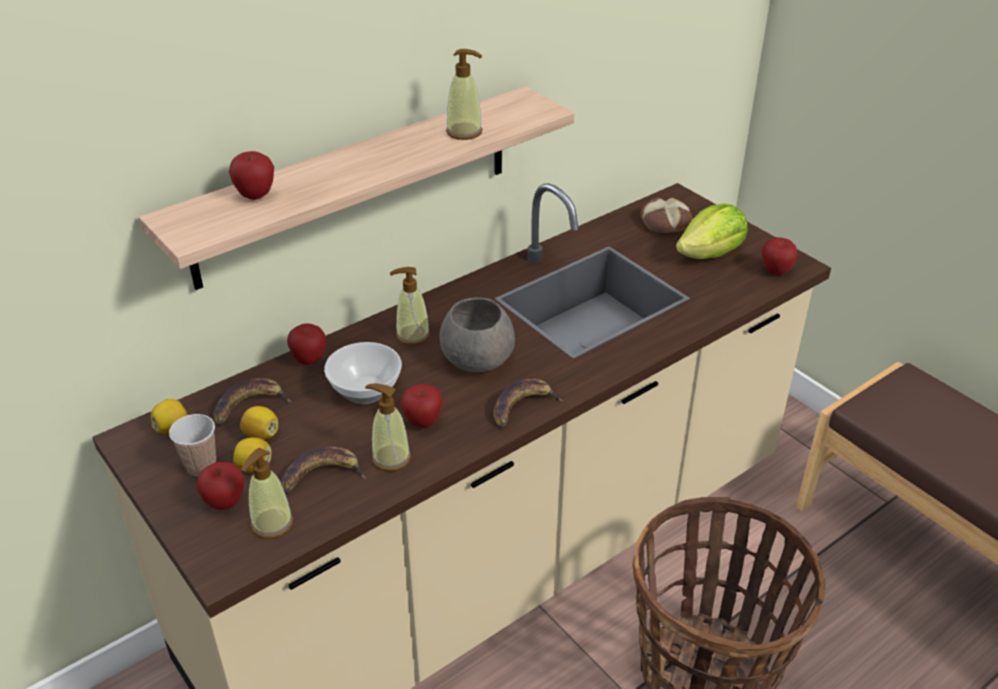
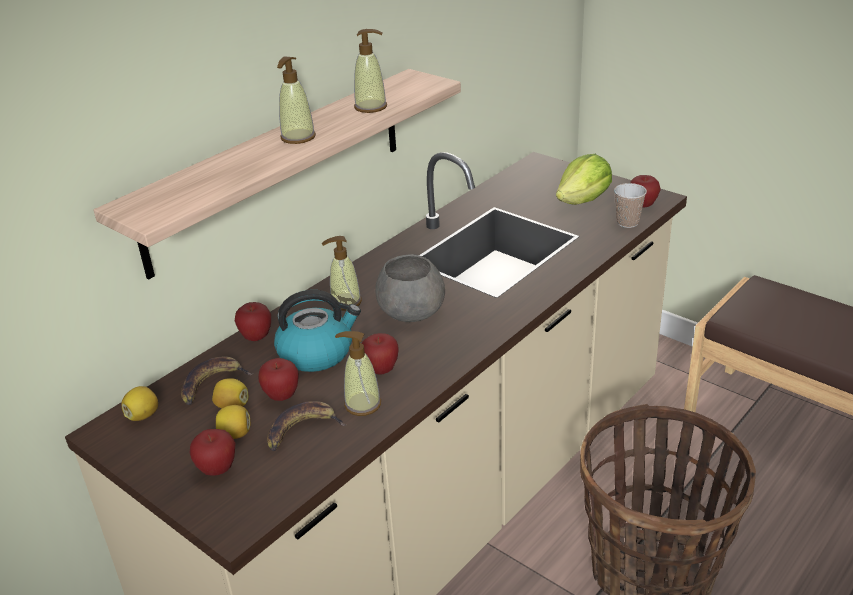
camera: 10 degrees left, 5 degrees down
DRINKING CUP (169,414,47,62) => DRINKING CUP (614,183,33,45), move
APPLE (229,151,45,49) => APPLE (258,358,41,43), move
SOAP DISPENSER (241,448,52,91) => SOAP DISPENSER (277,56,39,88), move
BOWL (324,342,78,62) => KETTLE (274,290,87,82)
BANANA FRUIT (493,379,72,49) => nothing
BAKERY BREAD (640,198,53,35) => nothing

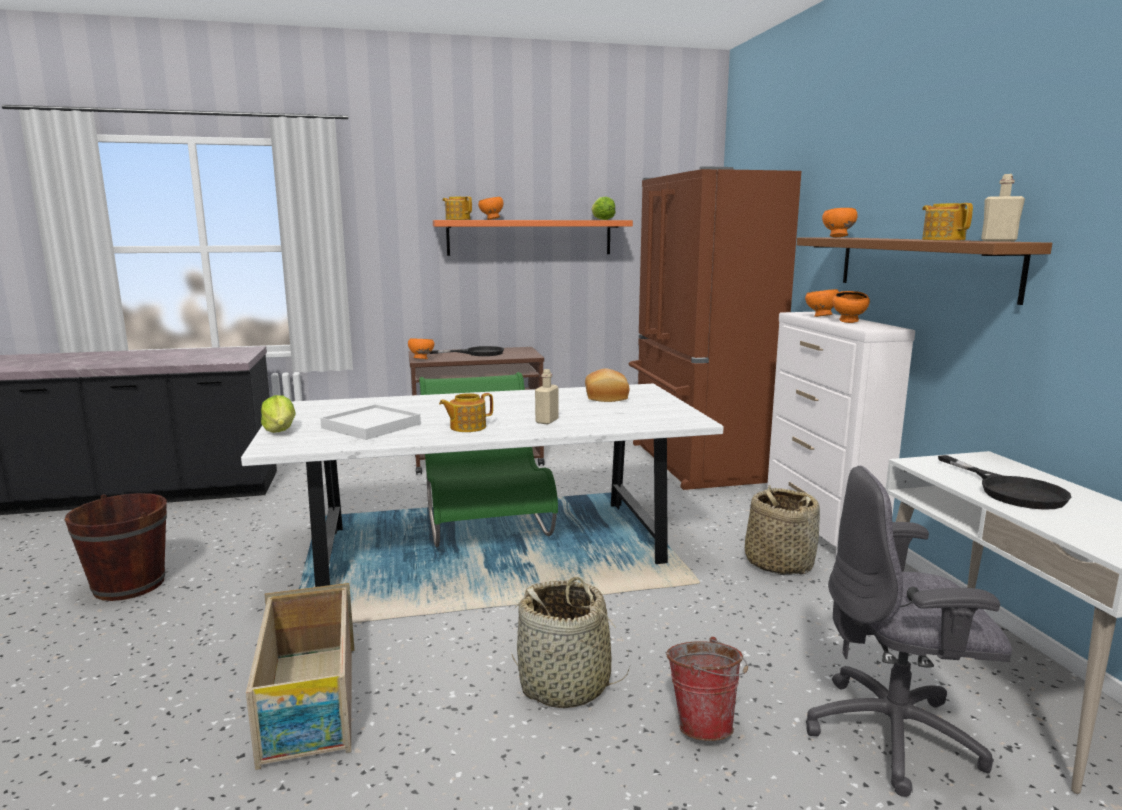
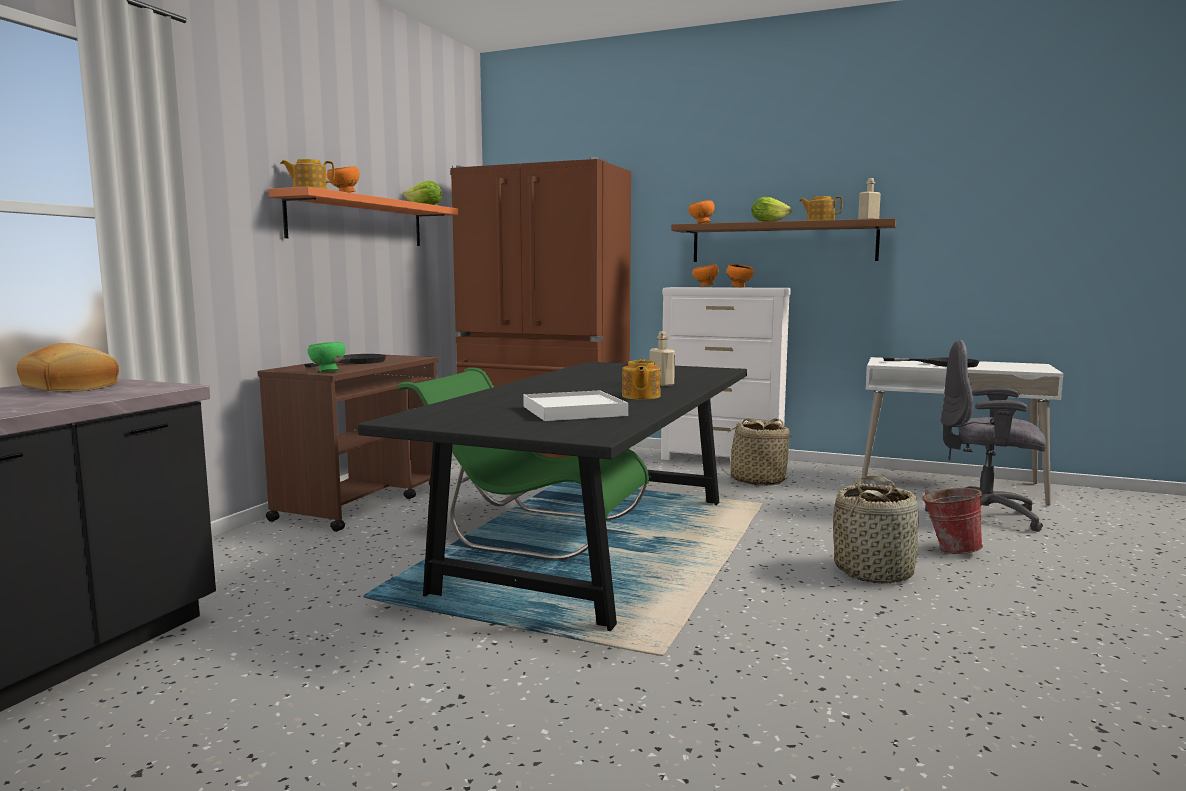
camera: 55 degrees left, 5 degrees down
BROWNISH PAIL (65,493,102,108) => nothing
WHITISH DINNER TABLE (241,384,483,203) => BLACKISH DINNER TABLE (358,362,389,269)
SHIPPING CRATE (246,583,108,187) => nothing
LETTUCE HEAD (261,395,34,38) => LETTUCE HEAD (752,197,40,25), move
ORANGE-COLOURED BOWL (408,338,26,21) => GREENISH BOWL (308,342,38,30)
BAKERY BREAD (585,368,44,34) => BAKERY BREAD (17,343,102,49), move
GRAY DESK CHAIR (806,466,206,331) => GRAY DESK CHAIR (925,340,121,192), 75 degrees clockwise

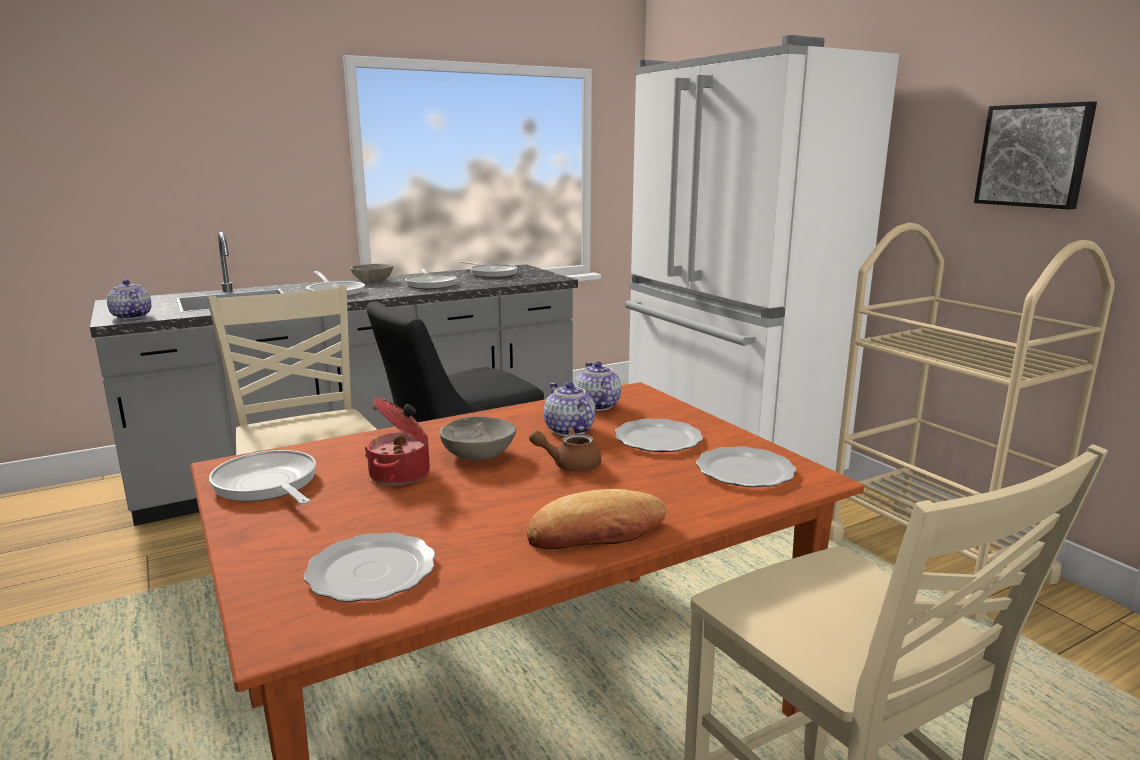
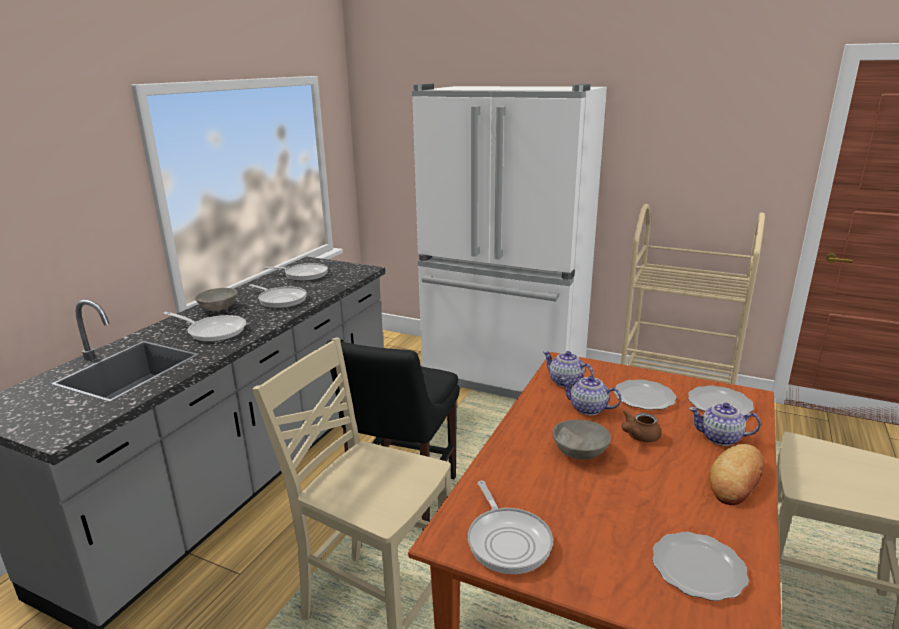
camera: 35 degrees left, 5 degrees up
TEA POT (107,279,44,40) => TEA POT (689,403,72,43), move
PAN (209,450,107,55) => PAN (468,481,85,93), 120 degrees counterclockwise
STOCKPOT (365,398,65,87) => nothing
WALL PICTURE (974,101,123,108) => nothing

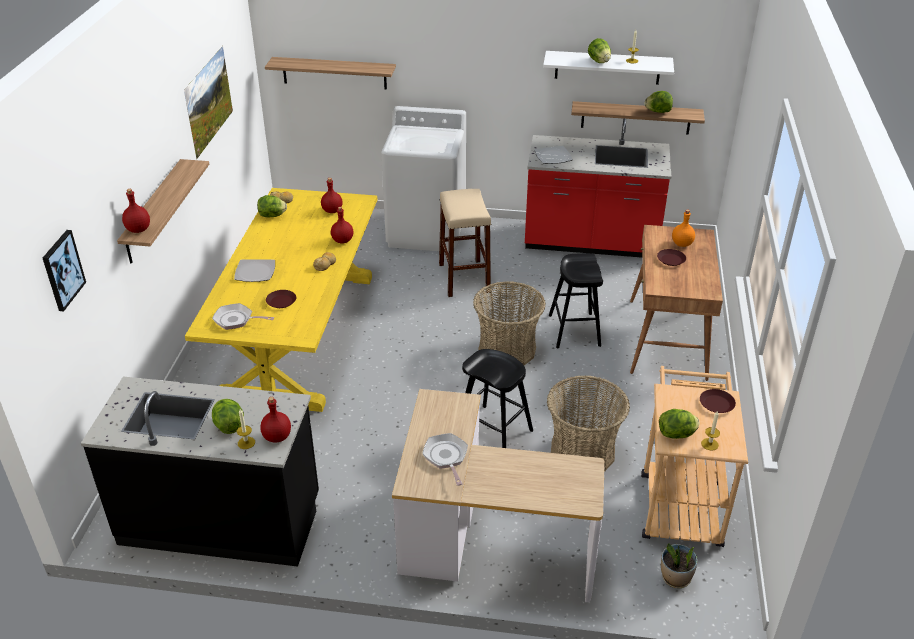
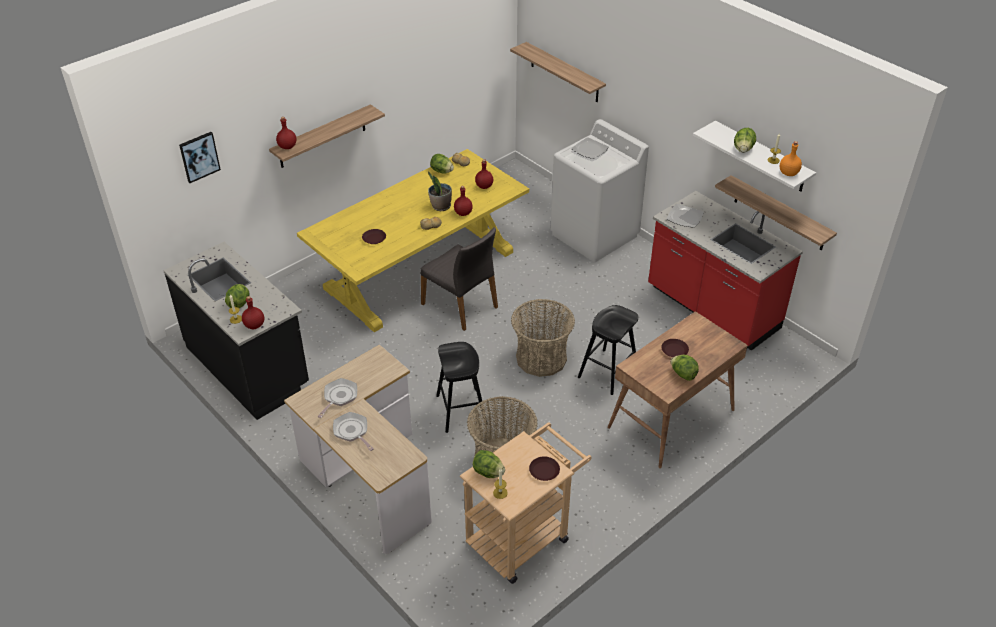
camera: 40 degrees right, 5 degrees up
WALL PICTURE (184,46,49,113) => nothing
PAN (212,303,62,27) => PAN (333,412,41,39), move
PLATE (234,259,41,23) => PLATE (571,137,38,22), move
BEIGE STOOL SEAT (439,189,52,108) => nothing
LETTUCE HEAD (644,91,29,22) => LETTUCE HEAD (670,355,29,26), move
HOUSEPLANT (661,543,37,45) => HOUSEPLANT (428,171,24,40), move
ORANGE-COLOURED BOTTLE (672,209,23,38) => ORANGE-COLOURED BOTTLE (780,141,22,35), move
nothing => GRAY UPRIGHT CHAIR (420,227,78,104)

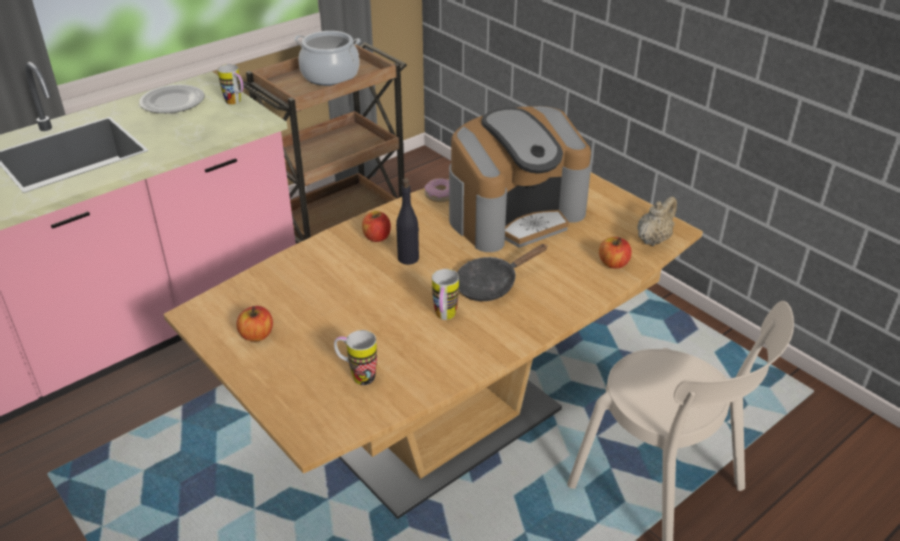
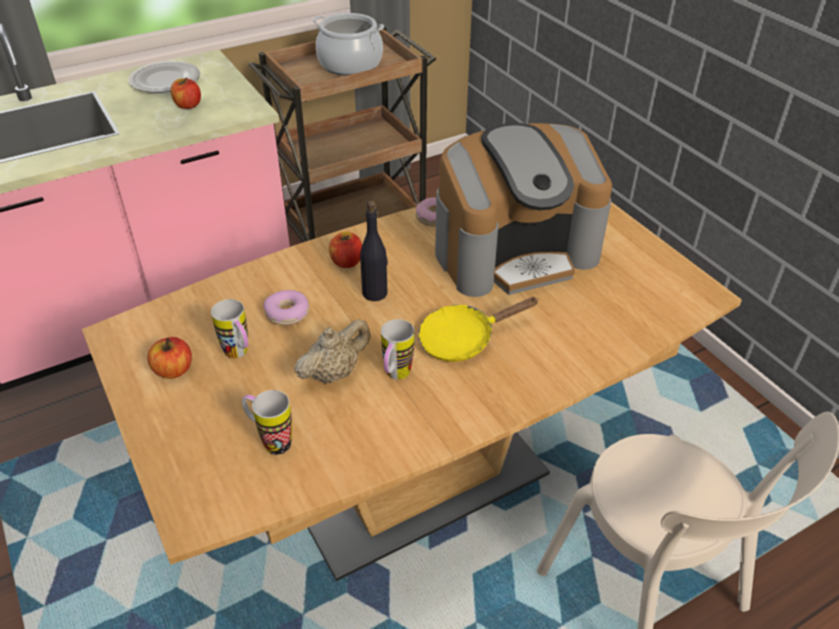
camera: 10 degrees right, 5 degrees up
COFFEE MUG (217,64,26,41) => COFFEE MUG (211,299,37,60), move
BLACKISH PAN (457,244,91,57) => YELLOW PAN (418,297,121,65)
APPLE (599,237,33,31) => APPLE (171,78,30,31), move
BEIGE TEA POT (637,196,40,50) => BEIGE TEA POT (295,319,76,65), move
nothing => RING DOUGHNUT (263,290,46,35)

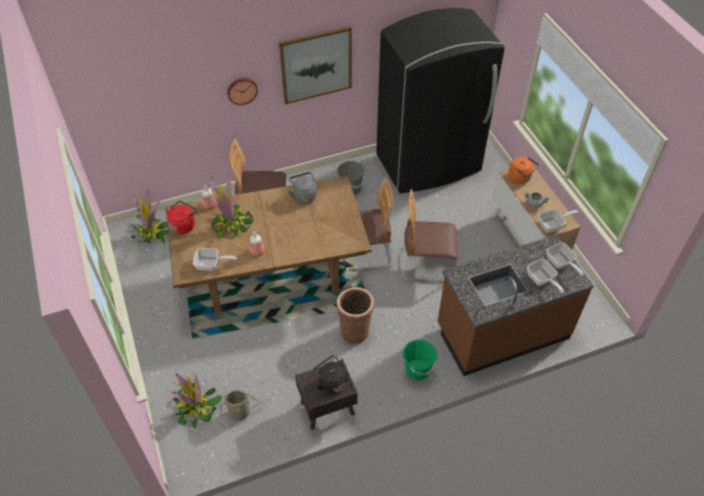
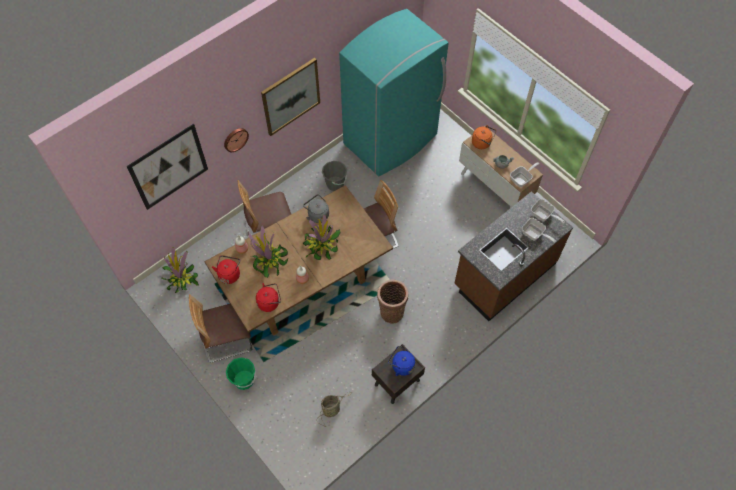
camera: 20 degrees left, 10 degrees up
HOUSEPLANT (167,373,55,56) => HOUSEPLANT (303,214,38,46), move
PAN (193,248,44,23) => REDDISH KETTLE (256,283,25,29)
BLACKISH KETTLE (313,355,34,39) => BLUE KETTLE (388,346,27,30)
BLACKISH REFRIGERATOR (376,8,129,186) => BLUE-GREEN REFRIGERATOR (339,9,110,167)
UPRIGHT CHAIR (400,189,58,93) => UPRIGHT CHAIR (189,294,63,69), move
GREENISH PAIL (403,340,34,41) => GREENISH PAIL (226,357,30,33), move
nothing => WALL PICTURE (126,124,82,86)

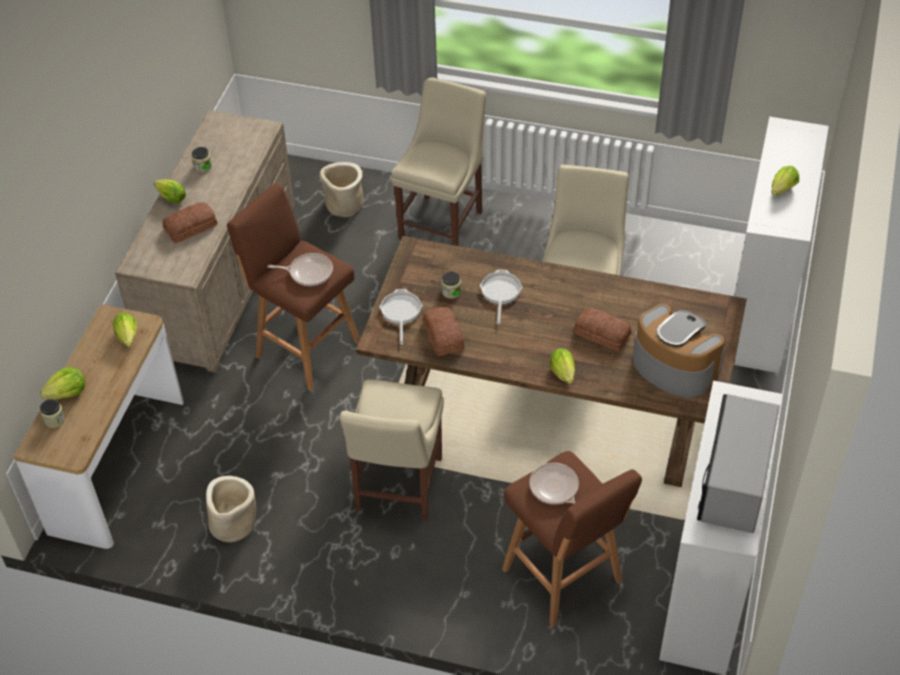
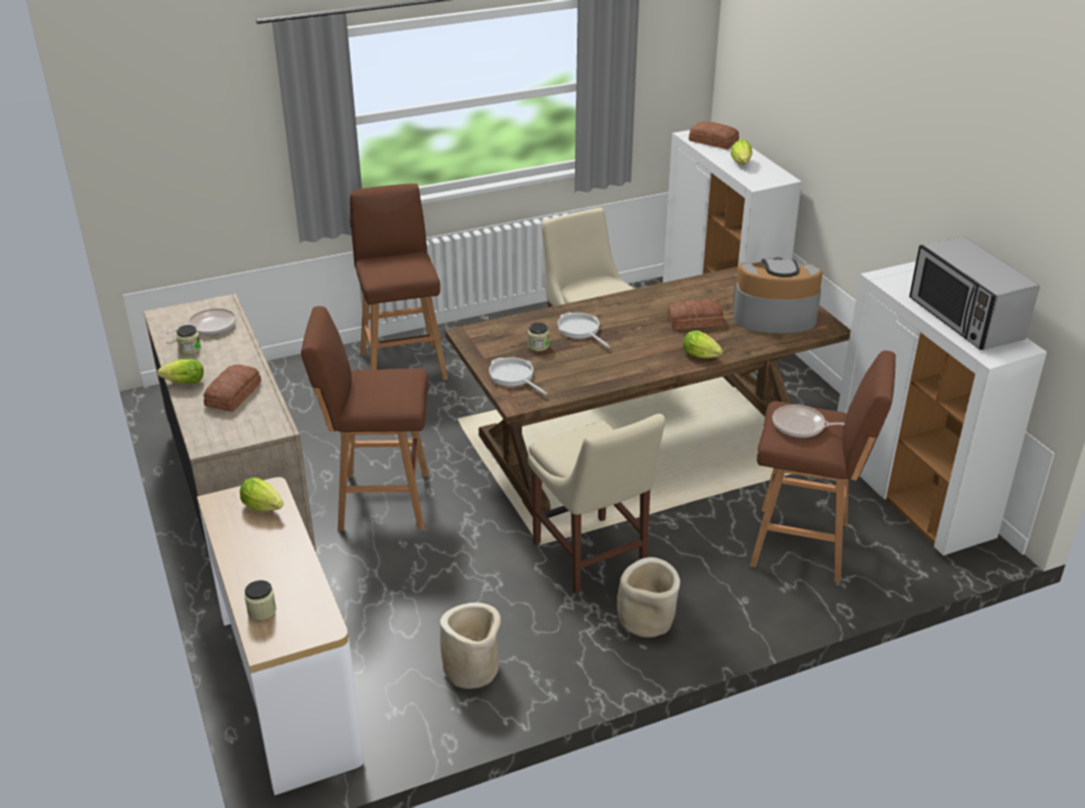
camera: 40 degrees left, 15 degrees down
LETTUCE HEAD (40,367,45,32) => nothing
PAN (267,253,66,33) => PAN (166,308,70,28), move
BEIGE FLOWER POT (320,162,44,55) => BEIGE FLOWER POT (617,557,63,81), move
BEIGE UPRIGHT CHAIR (391,77,95,169) => BROWNISH STOOL SEAT (350,184,98,196)
BAKERY BREAD (423,307,42,49) => BAKERY BREAD (689,122,50,28), move

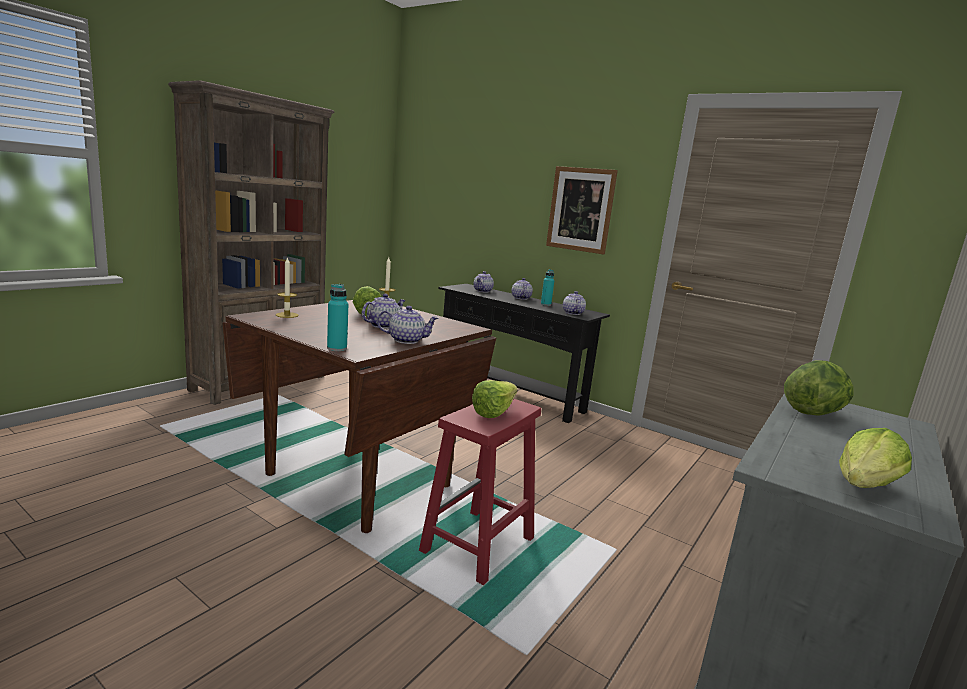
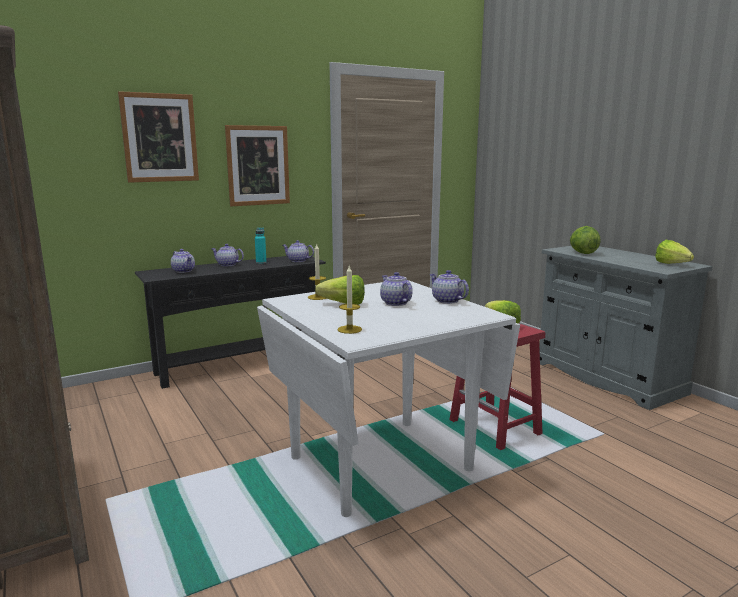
camera: 65 degrees left, 0 degrees up
BROWNISH DINNER TABLE (222,300,274,233) => WHITISH DINNER TABLE (257,280,263,237)
BLUE-GREEN BOTTLE (327,284,21,67) => nothing
TEA POT (377,306,62,38) => TEA POT (430,270,39,34), 60 degrees counterclockwise
nothing => WALL PICTURE (118,91,81,92)

